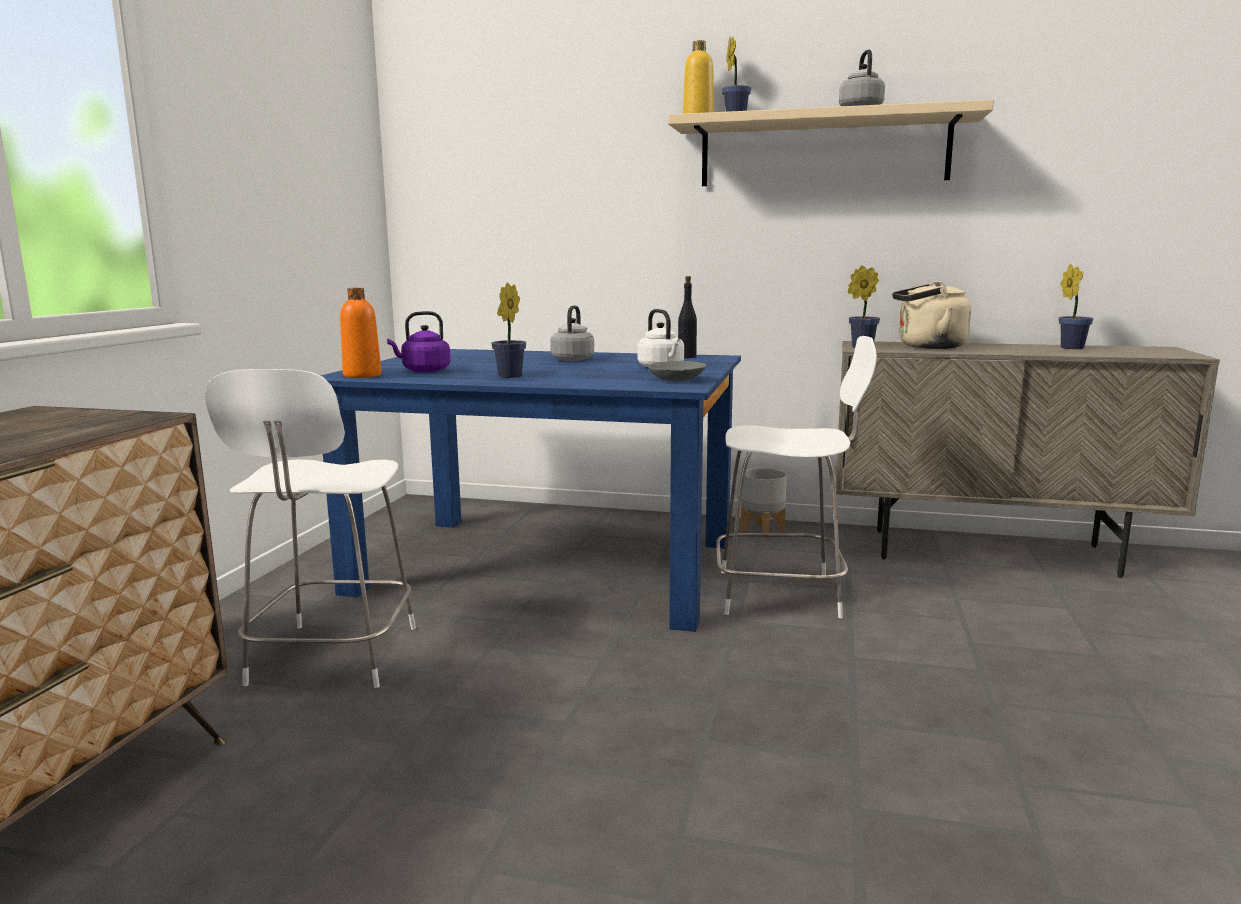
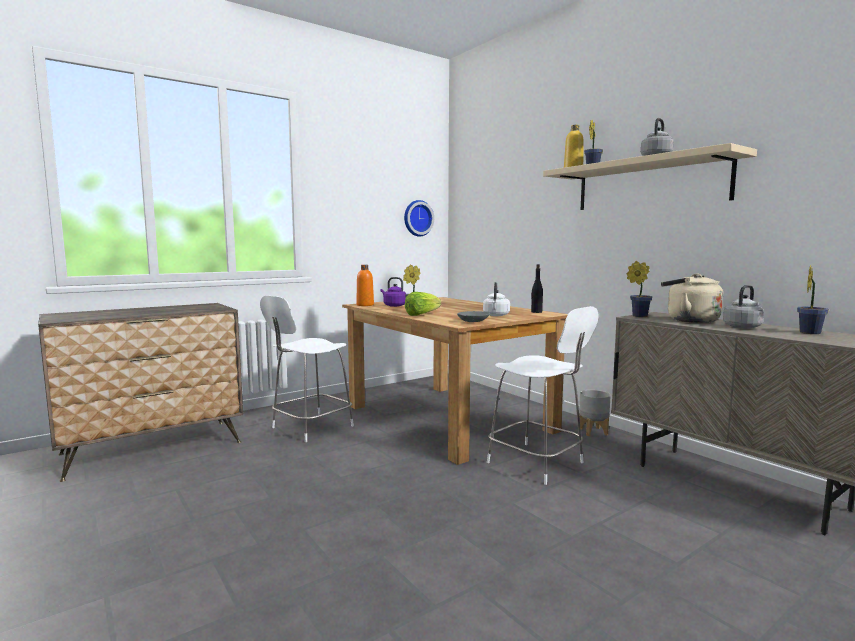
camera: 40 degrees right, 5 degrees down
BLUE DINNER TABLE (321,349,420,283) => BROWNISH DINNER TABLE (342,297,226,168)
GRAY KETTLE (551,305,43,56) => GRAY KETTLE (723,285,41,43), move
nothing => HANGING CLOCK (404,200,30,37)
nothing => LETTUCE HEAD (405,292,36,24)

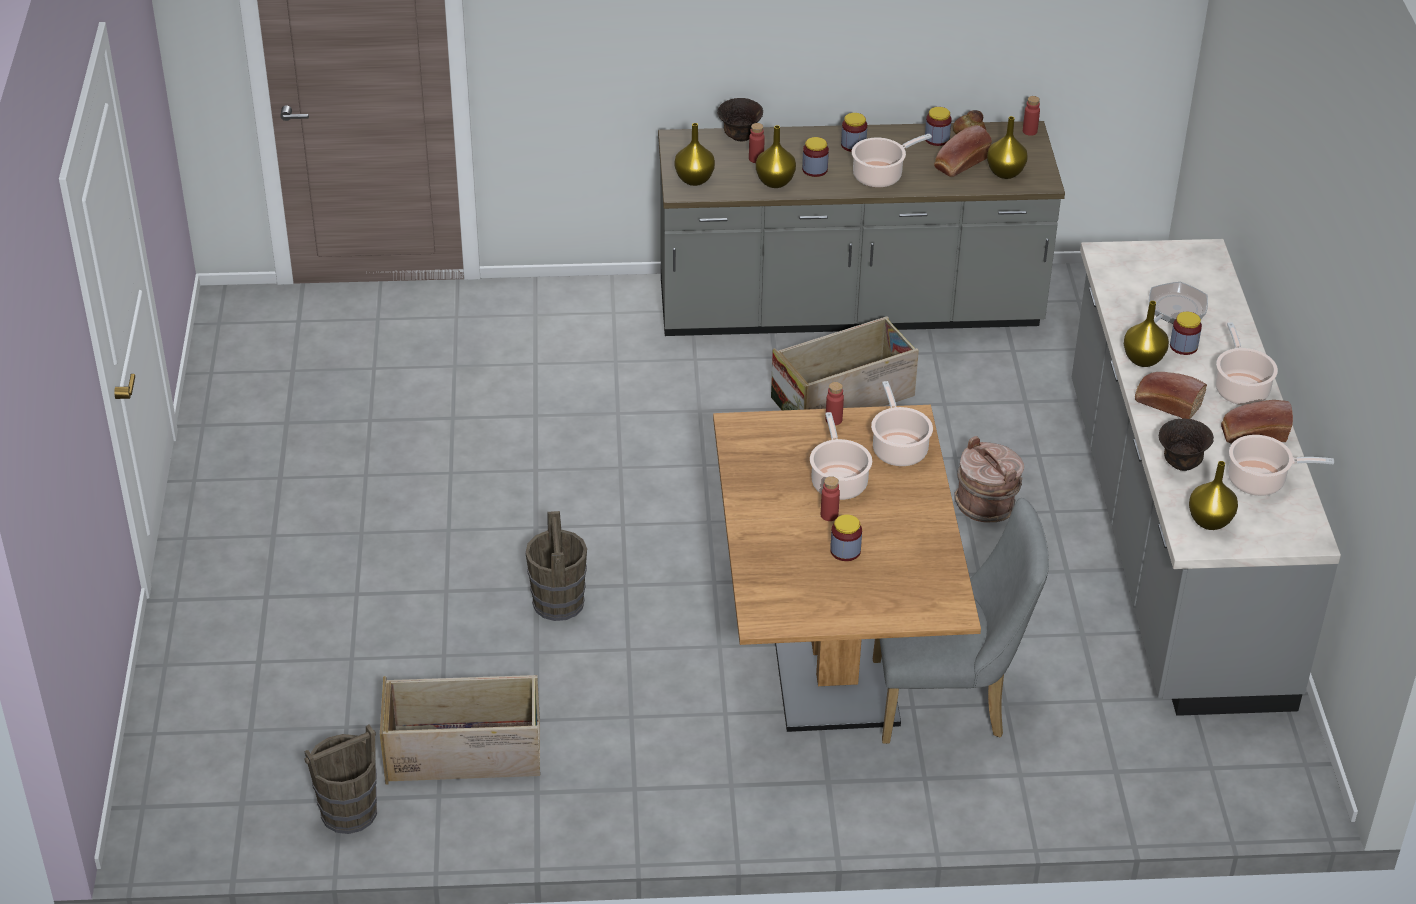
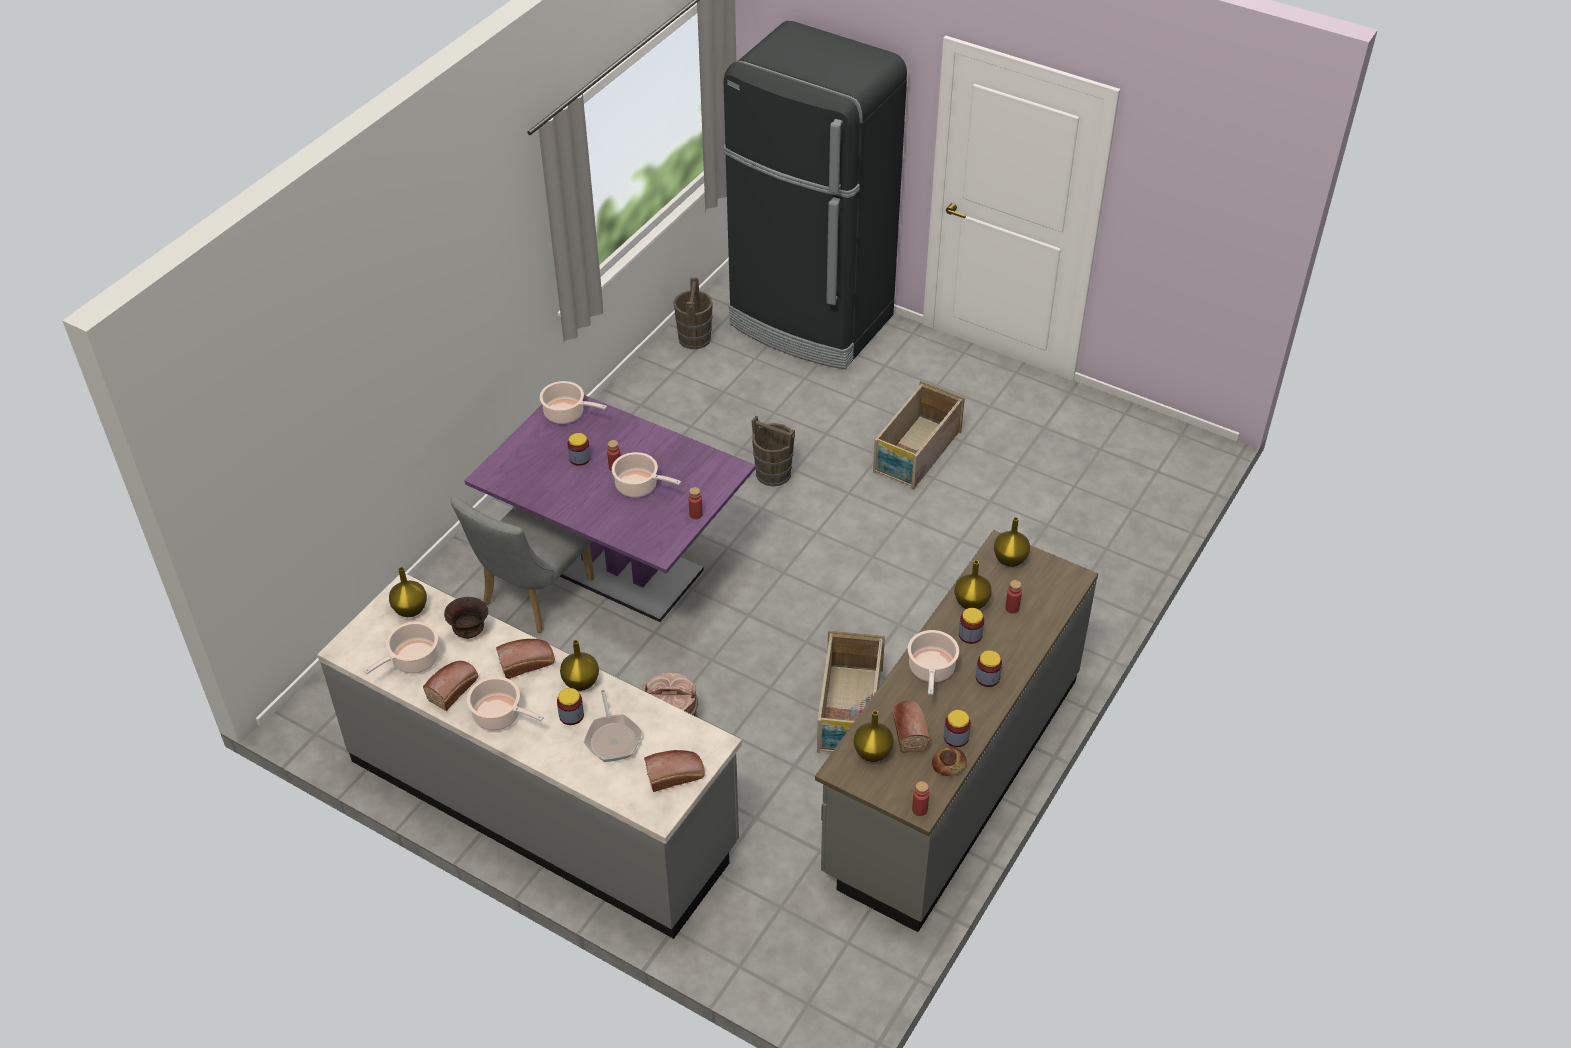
camera: 125 degrees right, 5 degrees up
SHIPPING CRATE (380,675,160,109) => SHIPPING CRATE (873,381,92,108), move
BROWNISH DINNER TABLE (713,405,268,327) => PURPLISH DINNER TABLE (465,395,291,227)
BROWNISH BOWL (717,98,46,44) => nothing
STOCKPOT (871,381,62,85) => STOCKPOT (540,381,67,43), move
nothing => BAKERY BREAD (644,750,61,42)
nothing => BLACKISH REFRIGERATOR (724,21,183,348)

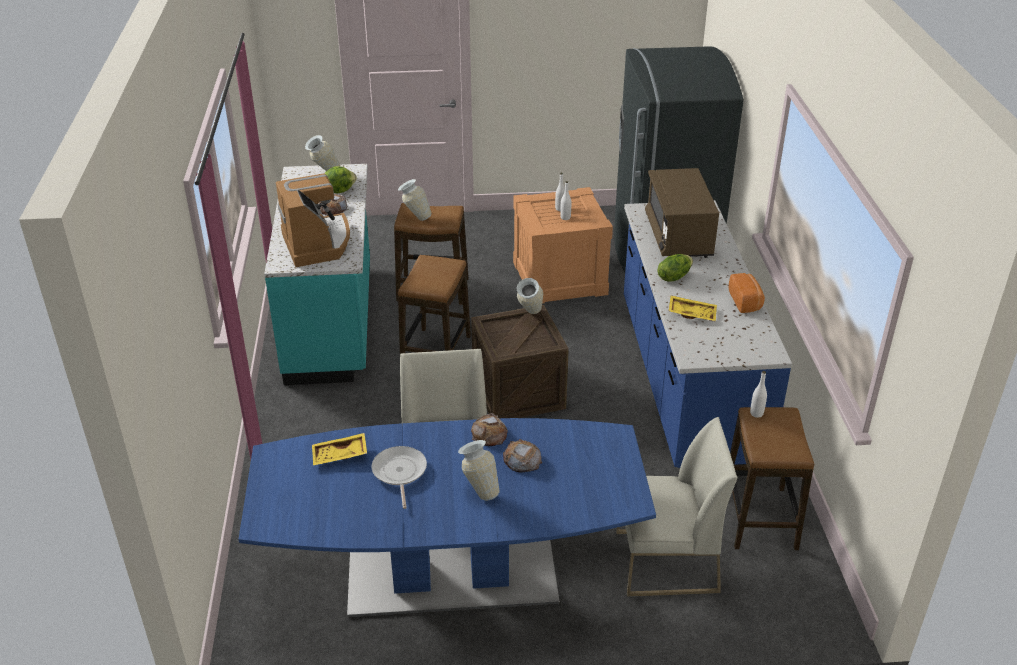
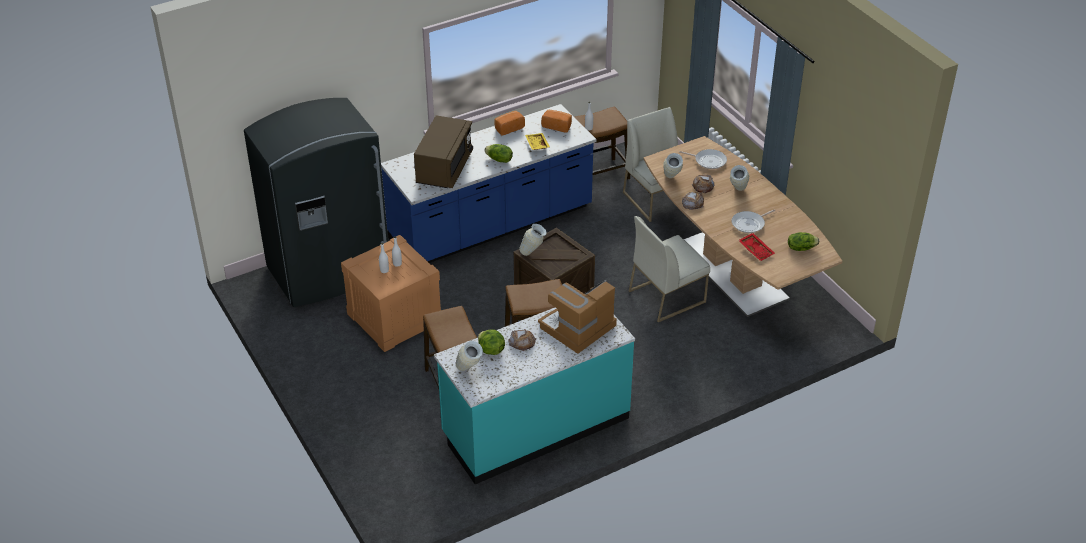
camera: 115 degrees left, 5 degrees up
BLUE DINNER TABLE (238,418,418,199) => BROWNISH DINNER TABLE (644,136,199,181)
YELLOW SERVING TRAY (312,433,55,32) => REDDISH SERVING TRAY (738,233,37,28)
FLOWER VASE (398,179,33,42) => FLOWER VASE (663,153,20,25), move
BROWNISH KITCHEN MICROWAVE (645,168,74,90) => BROWNISH KITCHEN MICROWAVE (414,115,59,73), 45 degrees counterclockwise
nothing => BAKERY BREAD (541,110,31,23)
nothing => PAN (679,149,48,20)
nothing => LETTUCE HEAD (788,232,31,19)

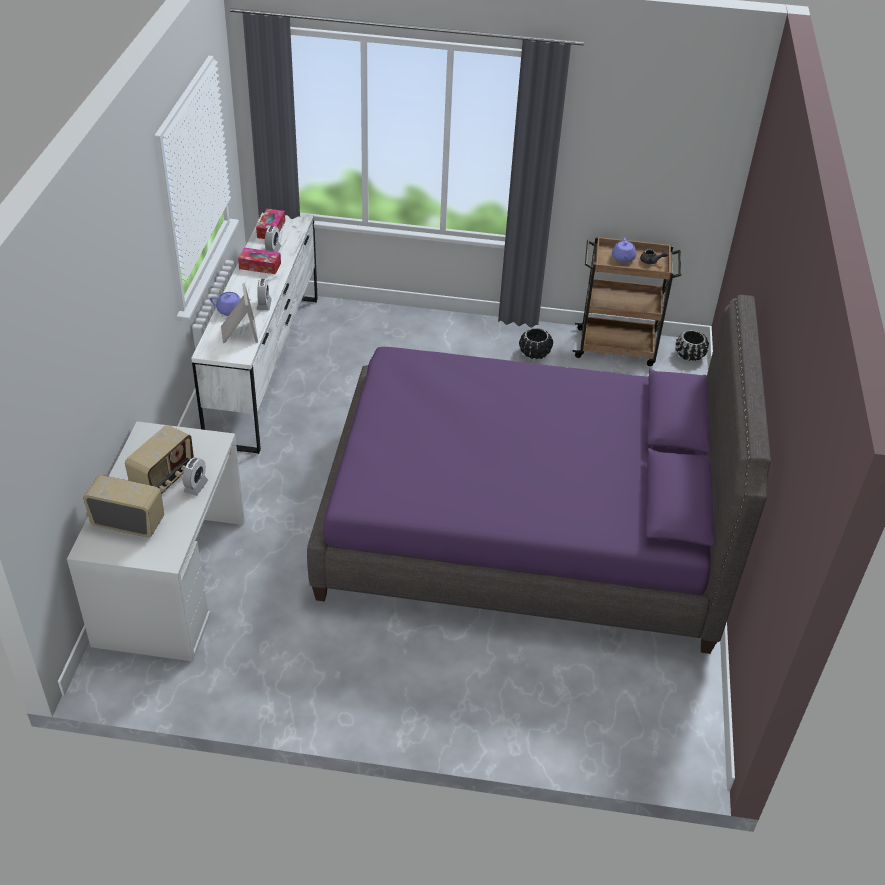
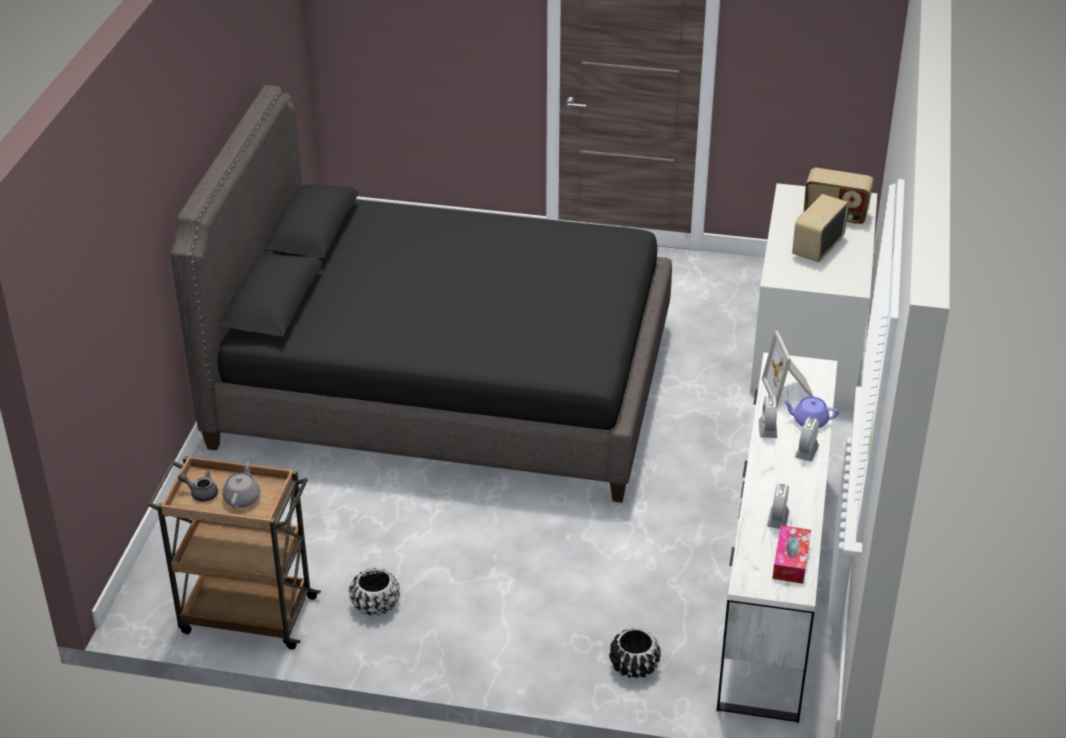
camera: 175 degrees left, 5 degrees down
ALARM CLOCK (182,457,26,39) => ALARM CLOCK (795,417,24,45), move
TISSUE BOX (238,248,43,26) => nothing
PURPLISH SLEEPING BED (307,295,464,359) => BLACKISH SLEEPING BED (171,85,501,418)
PURPLISH TEA POT (612,238,24,25) => GRAY TEA POT (222,461,38,47)
BLACKISH FLOWER POT (675,330,34,31) => BLACKISH FLOWER POT (609,628,52,50), move

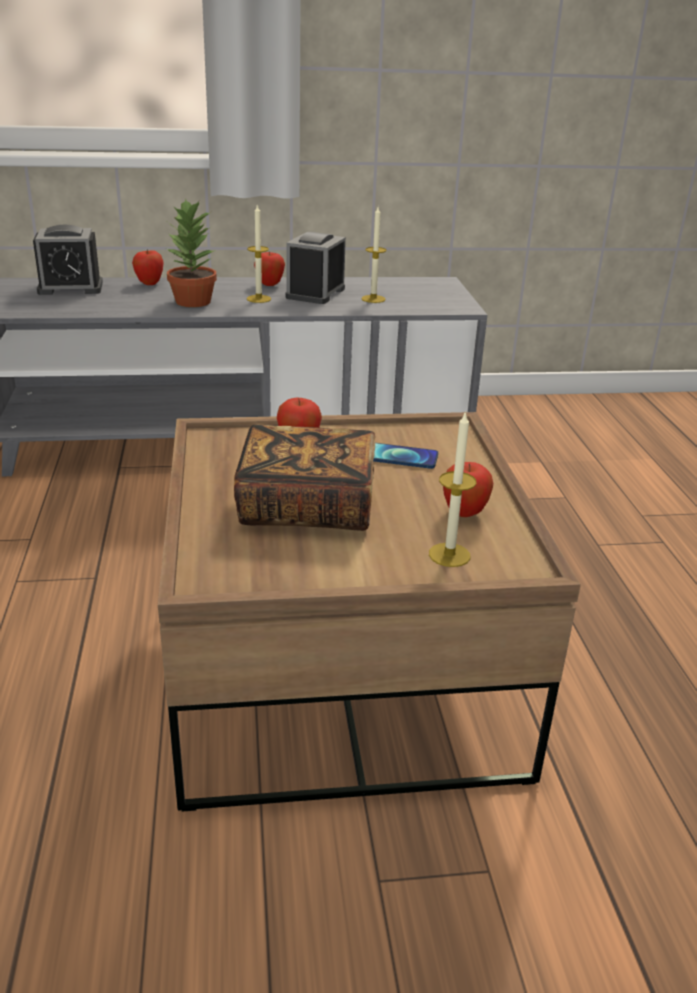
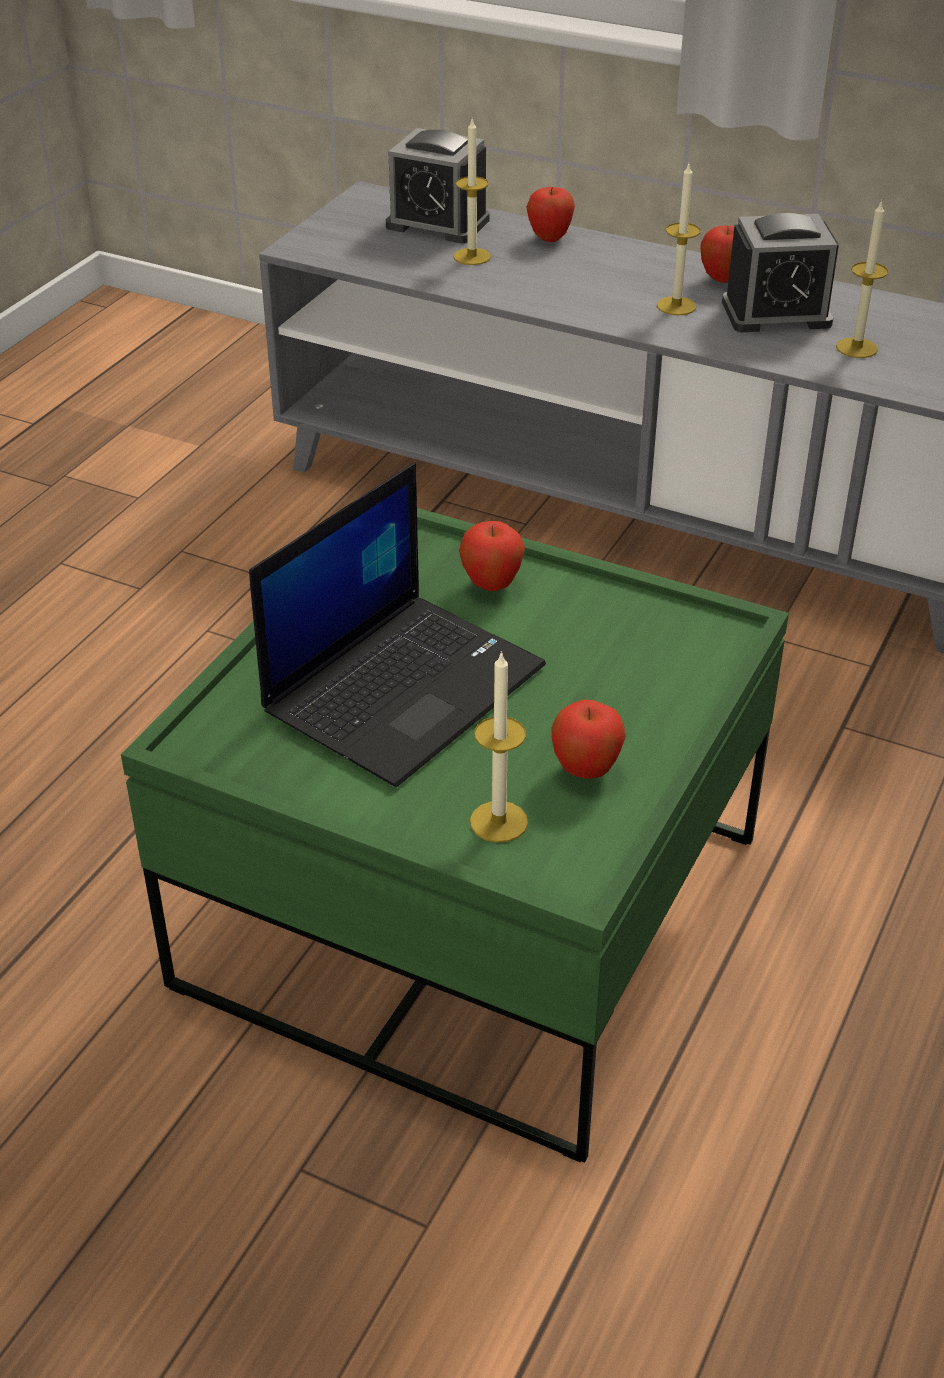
camera: 35 degrees right, 10 degrees up
BROWNISH COFFEE TABLE (158,412,423,400) => GREENISH COFFEE TABLE (121,508,668,655)
HOUSEPLANT (166,199,51,108) => nothing
VOLUME (234,424,141,107) => PORTABLE COMPUTER (249,463,297,324)
ALARM CLOCK (286,232,60,72) => ALARM CLOCK (722,213,117,119), 150 degrees counterclockwise
PHONE (373,443,65,26) => nothing
nothing => WAX CANDLE (453,119,38,146)

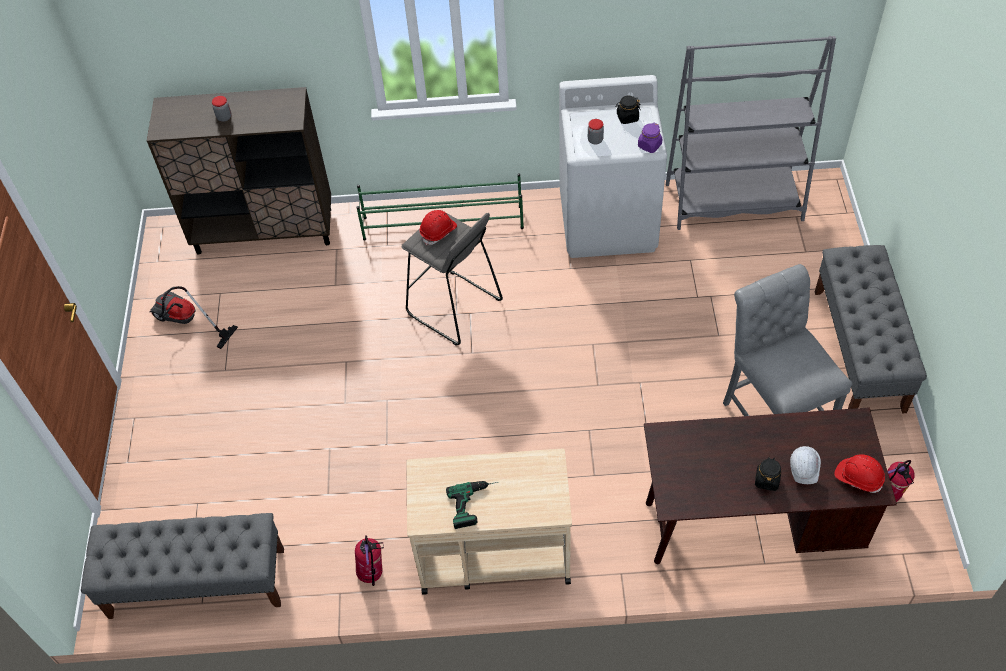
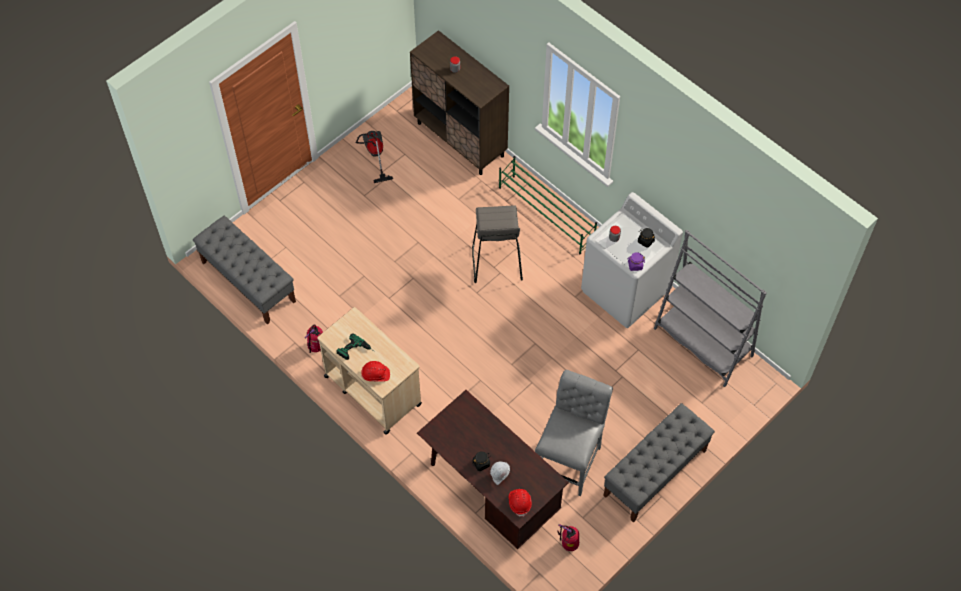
camera: 45 degrees right, 5 degrees up
REDDISH WORK HELMET (420,210,37,35) => REDDISH WORK HELMET (361,361,29,21), move

